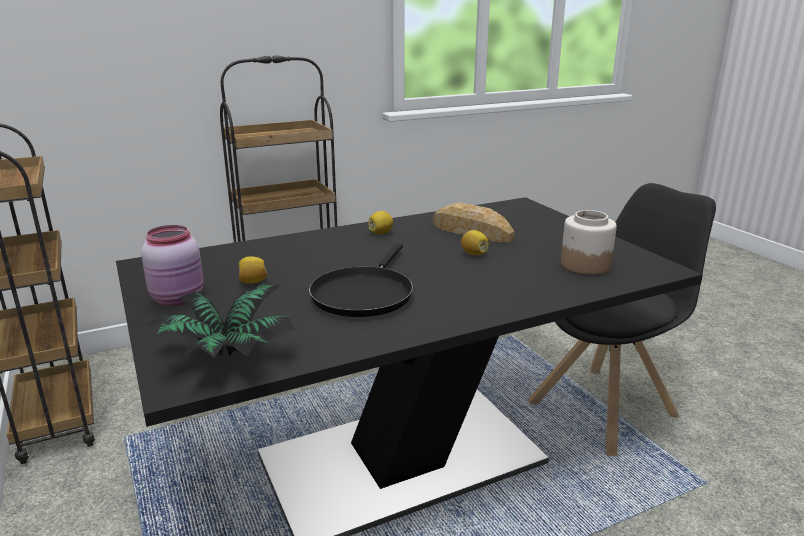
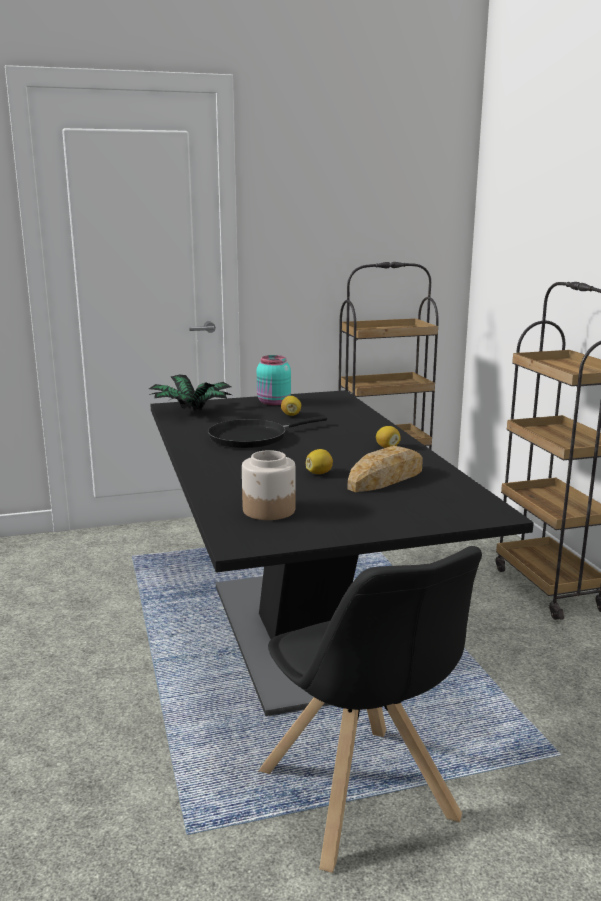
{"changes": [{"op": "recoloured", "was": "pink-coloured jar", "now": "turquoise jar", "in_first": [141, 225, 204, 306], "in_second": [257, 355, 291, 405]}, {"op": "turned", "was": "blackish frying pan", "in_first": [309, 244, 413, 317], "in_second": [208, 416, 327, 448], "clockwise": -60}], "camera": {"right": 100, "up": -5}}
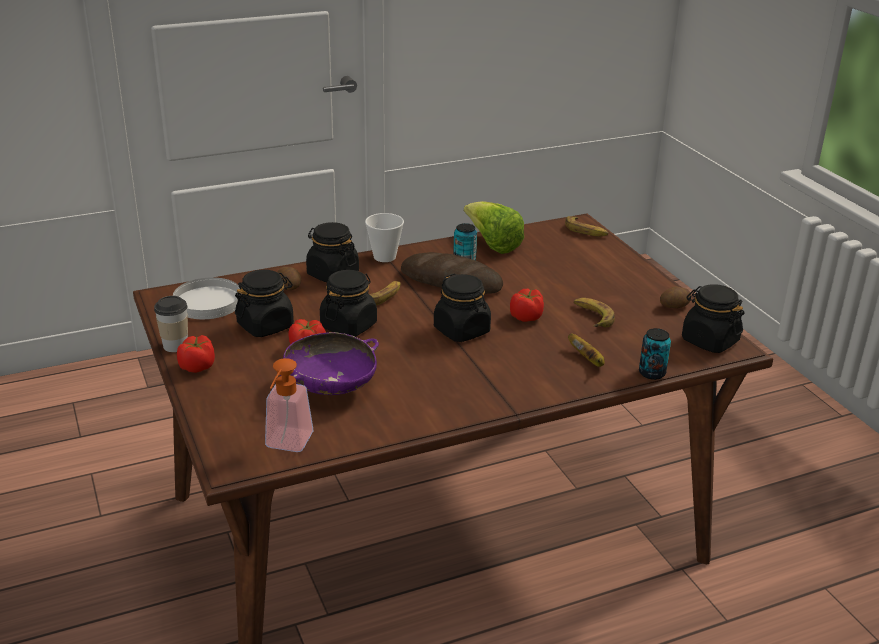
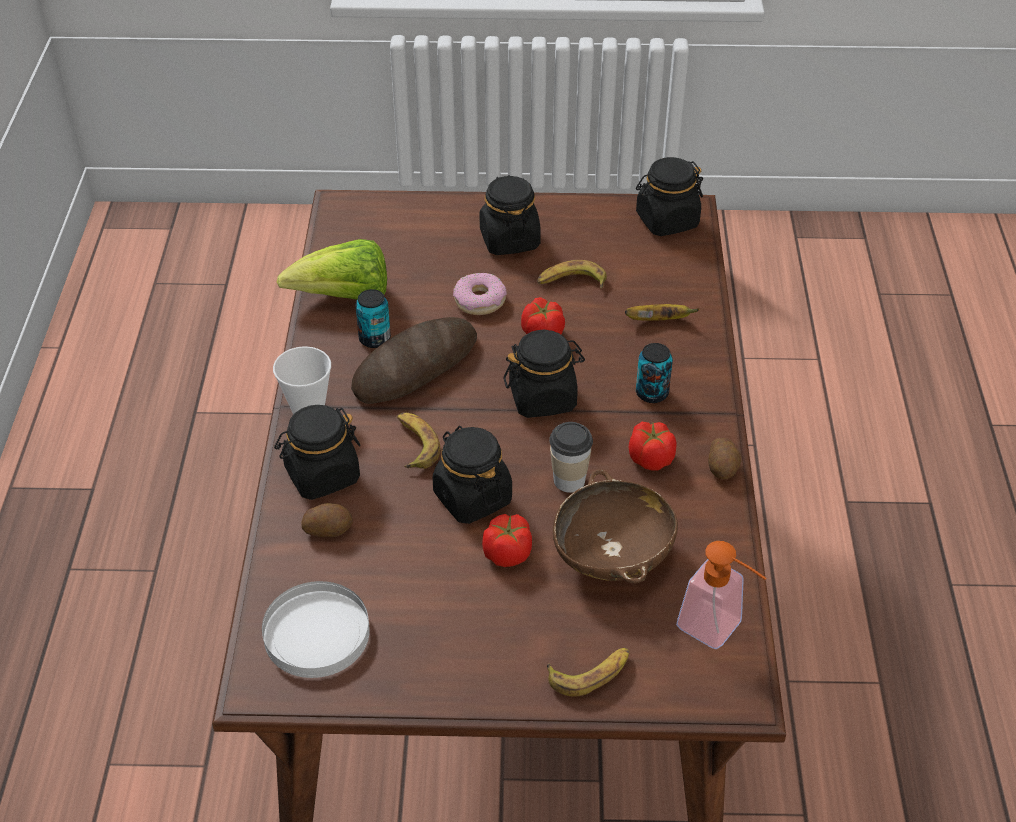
{"changes": [{"op": "moved", "was": "banana fruit", "in_first": [565, 216, 609, 237], "in_second": [547, 647, 629, 697]}, {"op": "moved", "was": "blackish jar", "in_first": [235, 270, 294, 337], "in_second": [479, 175, 541, 255]}, {"op": "moved", "was": "whole potato", "in_first": [660, 287, 691, 308], "in_second": [708, 438, 741, 480]}, {"op": "moved", "was": "cup", "in_first": [154, 296, 188, 352], "in_second": [549, 422, 593, 493]}, {"op": "moved", "was": "metal can", "in_first": [639, 328, 671, 380], "in_second": [636, 343, 673, 403]}, {"op": "recoloured", "was": "purple serving bowl", "now": "brownish serving bowl", "in_first": [280, 332, 379, 395], "in_second": [553, 469, 678, 584]}, {"op": "moved", "was": "fresh tomato", "in_first": [177, 335, 215, 373], "in_second": [629, 422, 676, 470]}, {"op": "added", "now": "doughnut", "in_second": [453, 273, 507, 315]}], "camera": {"right": -65, "up": 15}}
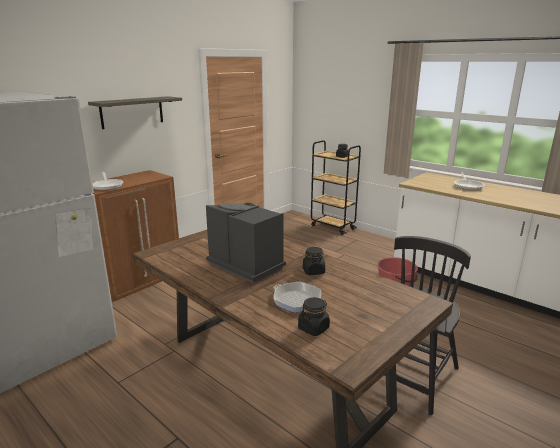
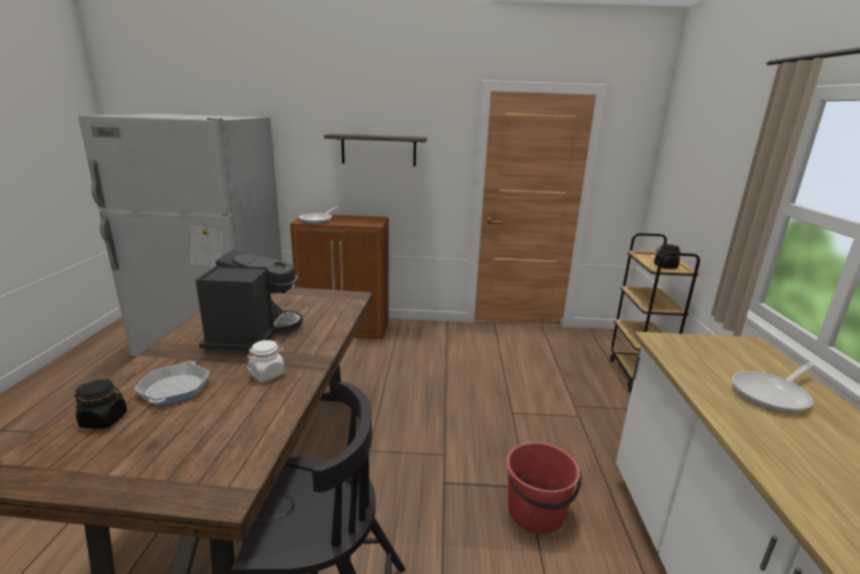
{"changes": [{"op": "recoloured", "was": "blackish jar", "now": "white jar", "in_first": [303, 247, 325, 275], "in_second": [247, 340, 285, 382]}], "camera": {"right": 50, "up": 0}}
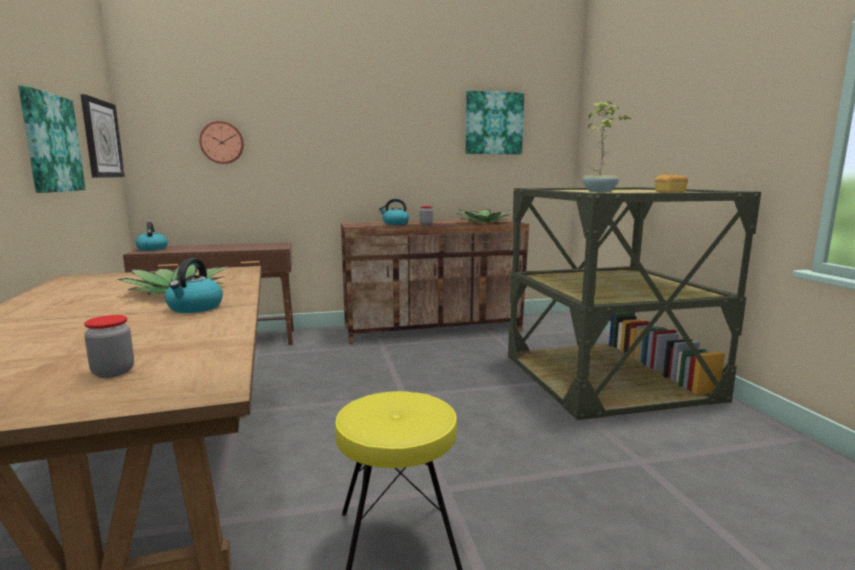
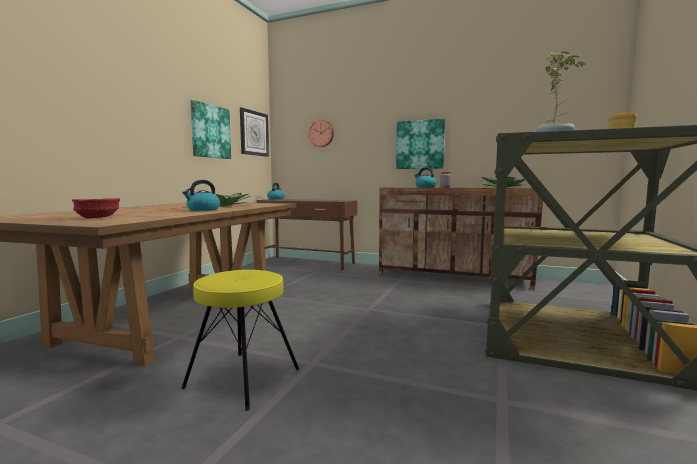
{"changes": [{"op": "moved", "was": "wall picture", "in_first": [465, 90, 524, 154], "in_second": [396, 119, 445, 169]}, {"op": "replaced", "was": "jar", "now": "red serving bowl", "in_first": [84, 315, 134, 378], "in_second": [72, 198, 120, 218]}], "camera": {"right": 35, "up": -5}}
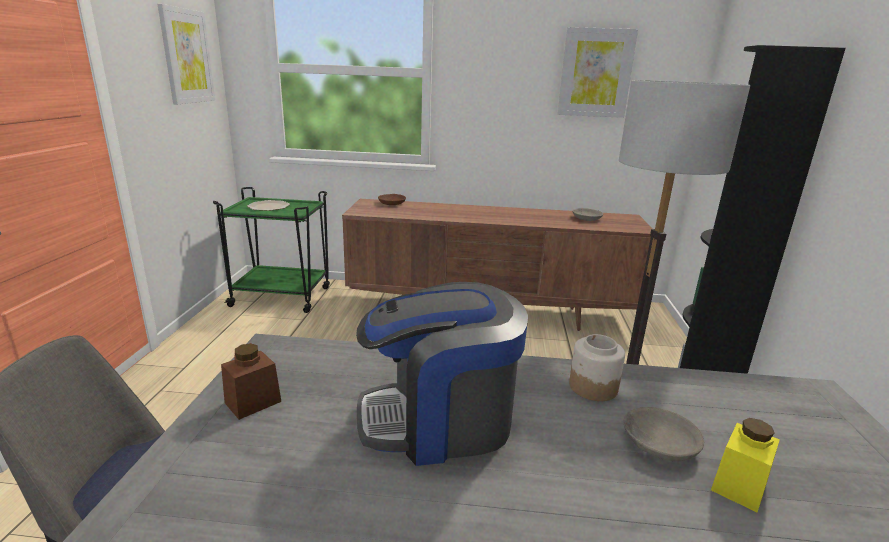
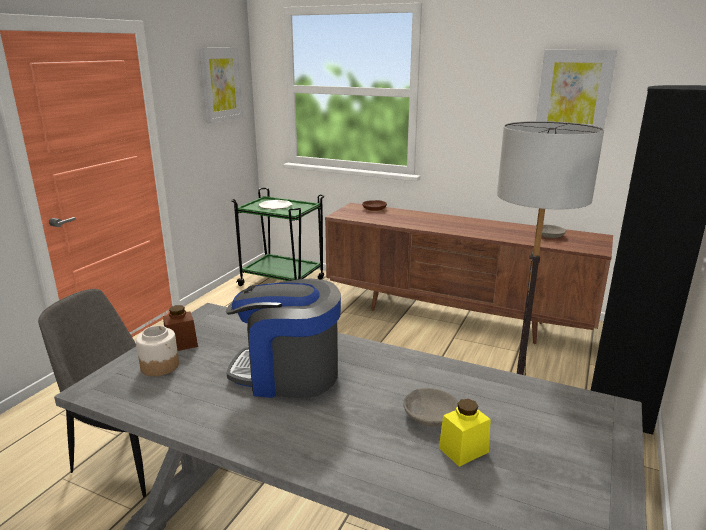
{"changes": [{"op": "moved", "was": "jar", "in_first": [569, 334, 625, 401], "in_second": [136, 326, 179, 376]}], "camera": {"right": 20, "up": 0}}
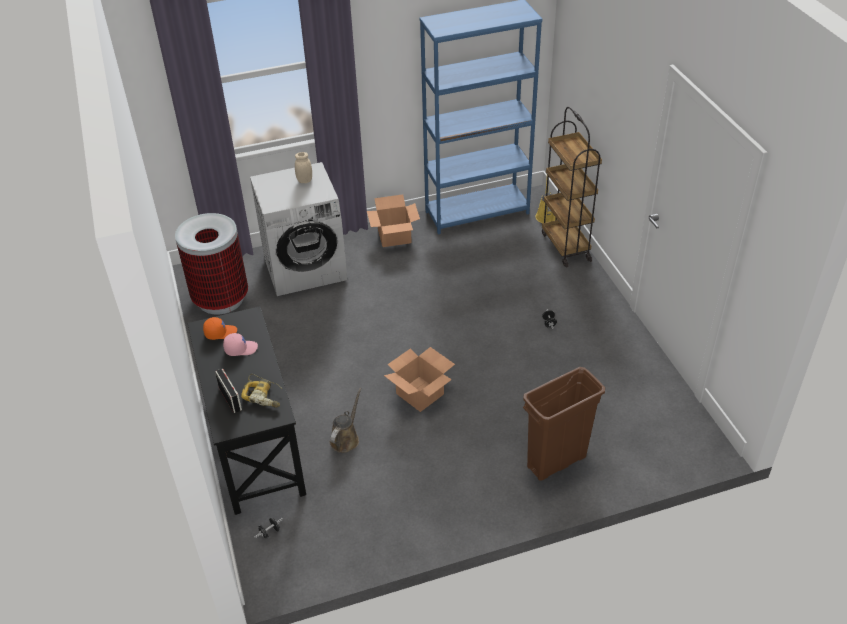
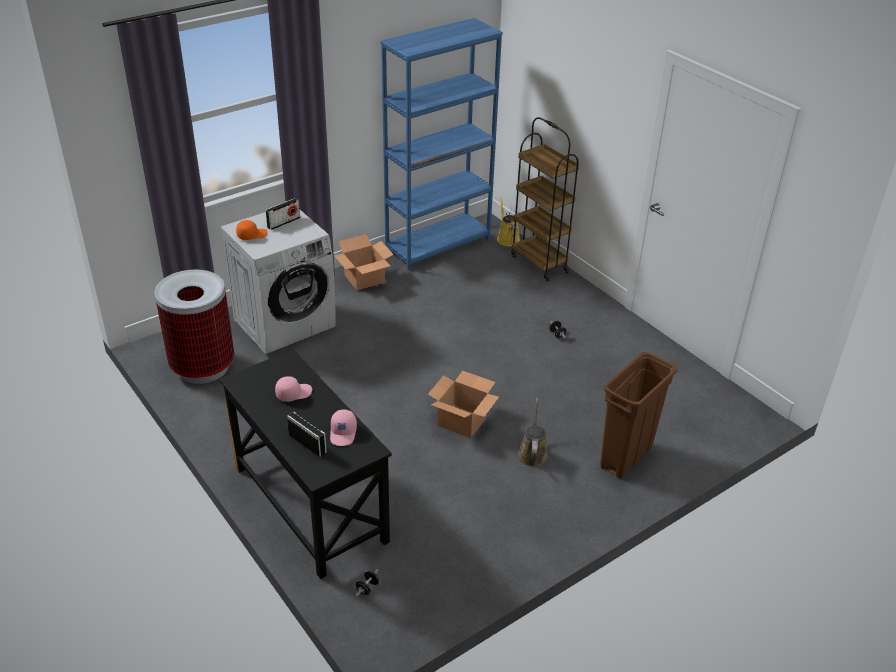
{"changes": [{"op": "replaced", "was": "sand-coloured jar", "now": "radio", "in_first": [295, 152, 312, 183], "in_second": [265, 198, 300, 230]}, {"op": "moved", "was": "orangey peaked cap", "in_first": [203, 317, 237, 340], "in_second": [236, 220, 268, 240]}, {"op": "replaced", "was": "drill", "now": "pink-coloured peaked cap", "in_first": [241, 374, 282, 408], "in_second": [330, 409, 357, 446]}, {"op": "moved", "was": "brownish watering pot", "in_first": [330, 387, 362, 453], "in_second": [517, 397, 548, 467]}], "camera": {"right": -20, "up": -5}}
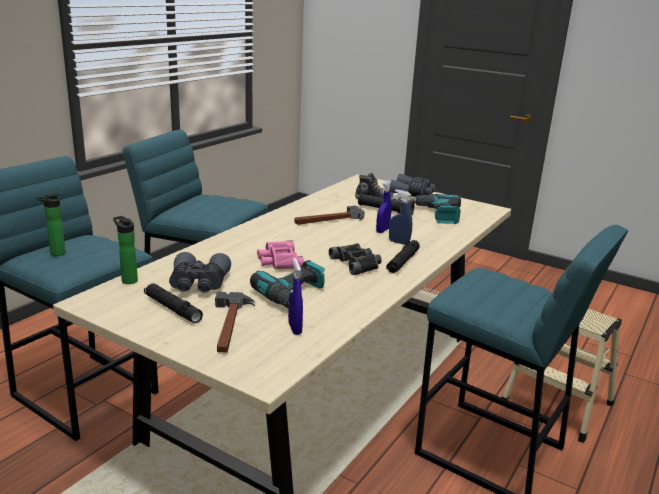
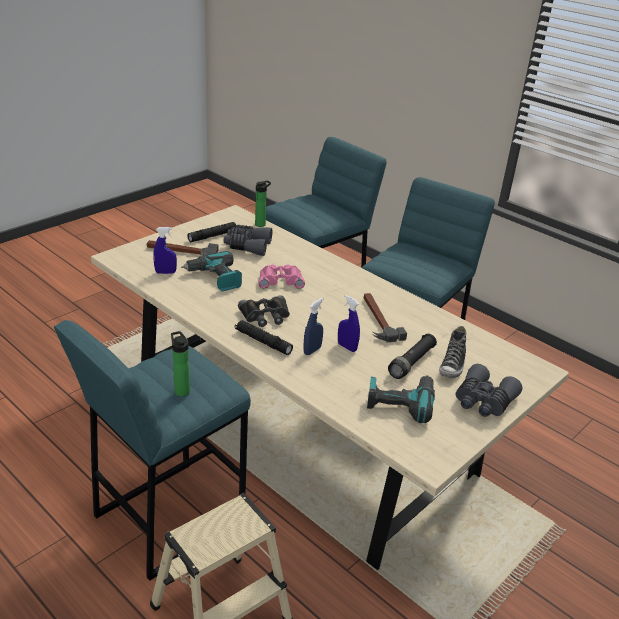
{"changes": [{"op": "moved", "was": "beverage bottle", "in_first": [36, 193, 66, 256], "in_second": [171, 331, 190, 397]}], "camera": {"right": 100, "up": 10}}
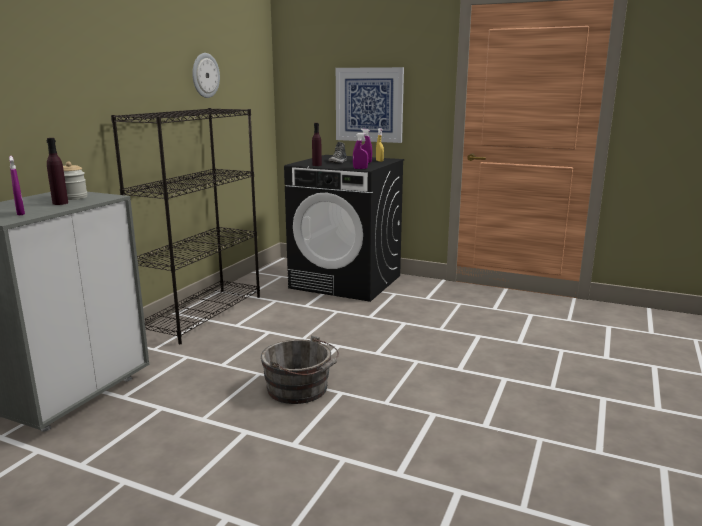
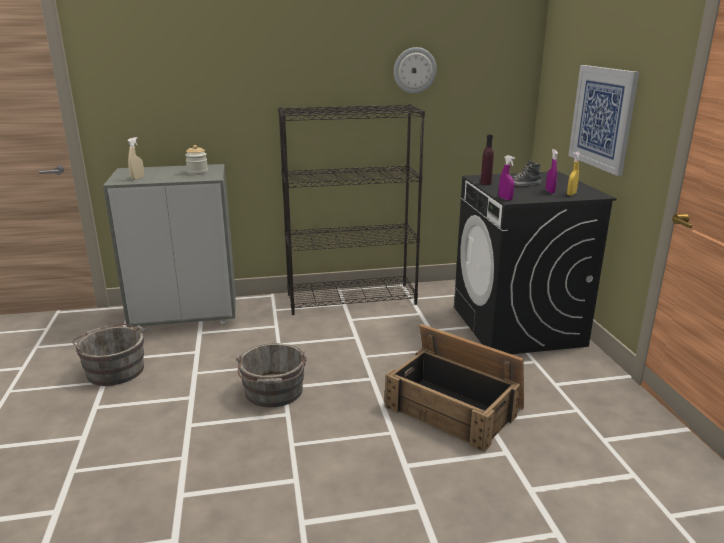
{"changes": [{"op": "removed", "was": "purple beverage bottle", "in_first": [47, 138, 68, 205]}, {"op": "recoloured", "was": "purple spray bottle", "now": "sand-coloured spray bottle", "in_first": [9, 156, 25, 215], "in_second": [128, 137, 144, 180]}, {"op": "added", "now": "greyish bucket", "in_second": [72, 324, 144, 386]}, {"op": "added", "now": "packing crate", "in_second": [385, 324, 524, 452]}], "camera": {"right": 55, "up": 5}}
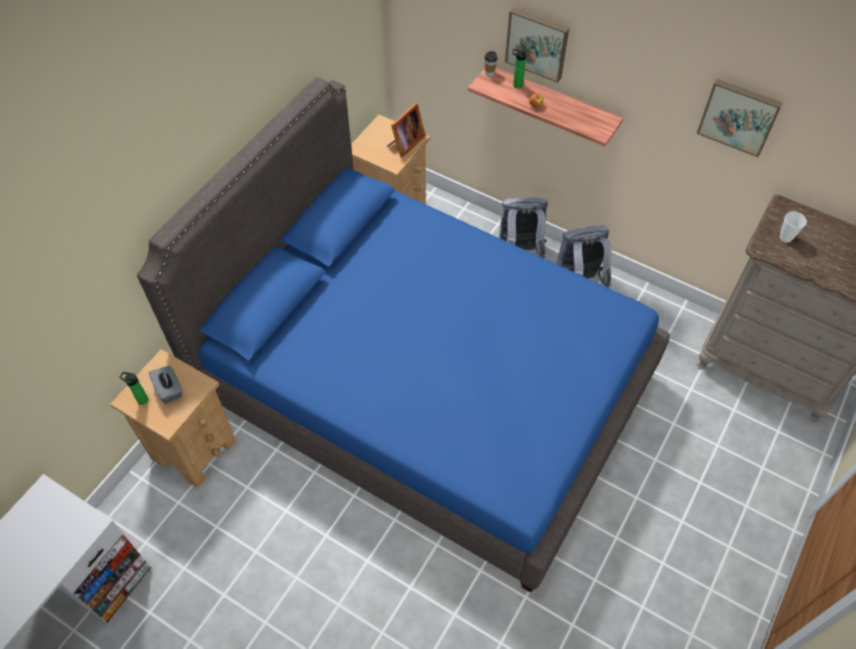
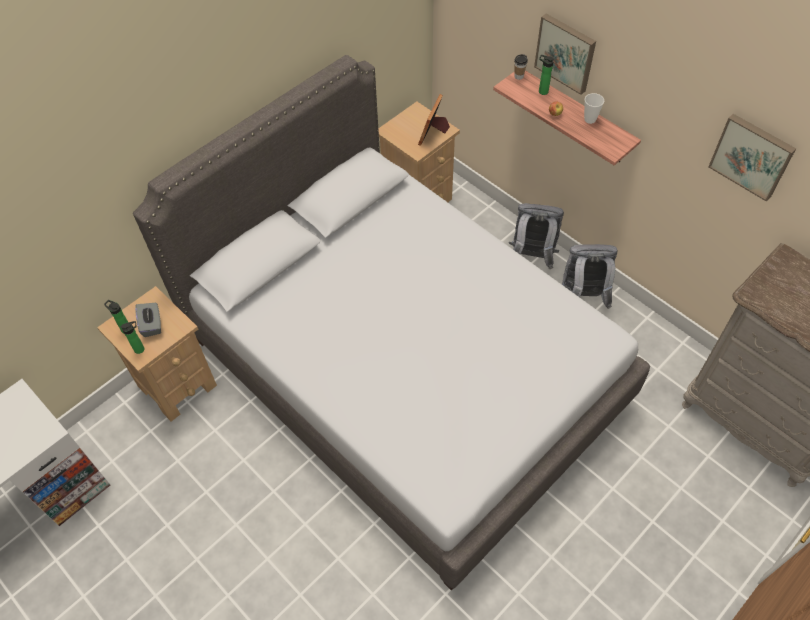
{"changes": [{"op": "recoloured", "was": "bluish sleeping bed", "now": "greyish sleeping bed", "in_first": [137, 77, 670, 593], "in_second": [133, 55, 650, 591]}, {"op": "turned", "was": "photo frame", "in_first": [387, 103, 426, 158], "in_second": [418, 94, 450, 146], "clockwise": 150}, {"op": "moved", "was": "cup", "in_first": [780, 211, 807, 243], "in_second": [584, 93, 604, 124]}, {"op": "added", "now": "beverage bottle", "in_second": [121, 321, 144, 354]}], "camera": {"right": 15, "up": 0}}
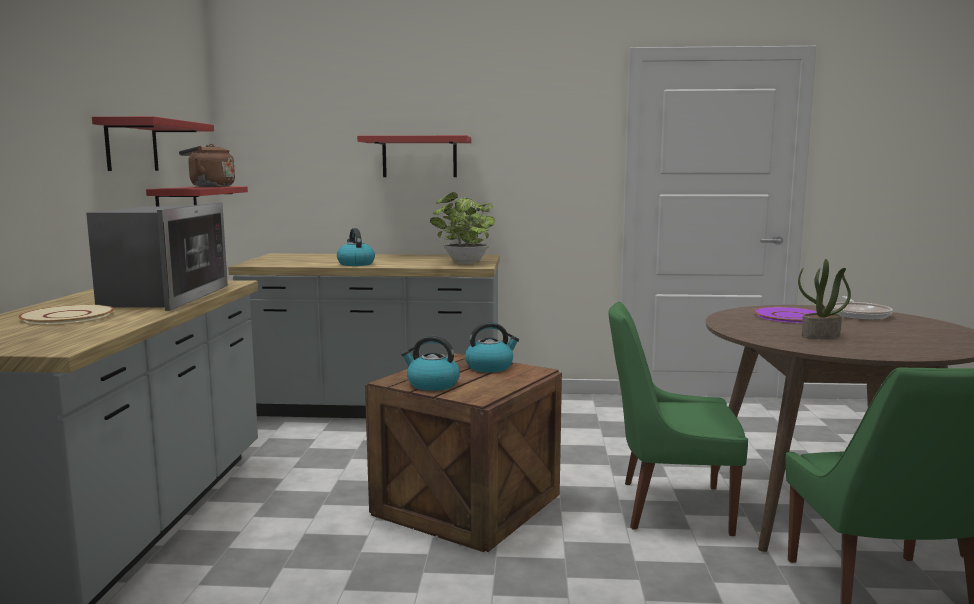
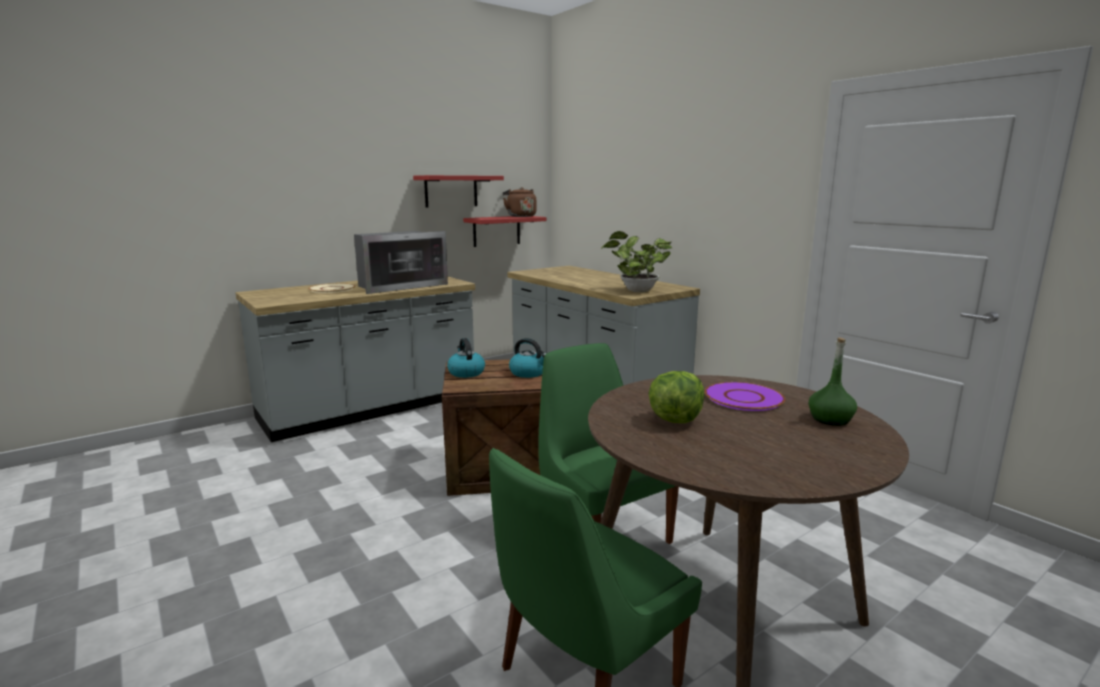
{"changes": [{"op": "removed", "was": "red bracket shelf", "in_first": [357, 135, 471, 177]}, {"op": "removed", "was": "water kettle", "in_first": [337, 228, 375, 266]}, {"op": "replaced", "was": "houseplant", "now": "lettuce head", "in_first": [798, 259, 851, 339], "in_second": [649, 371, 704, 423]}, {"op": "replaced", "was": "frying pan", "now": "green beverage bottle", "in_first": [832, 296, 893, 320], "in_second": [809, 337, 857, 426]}], "camera": {"right": 50, "up": 5}}
